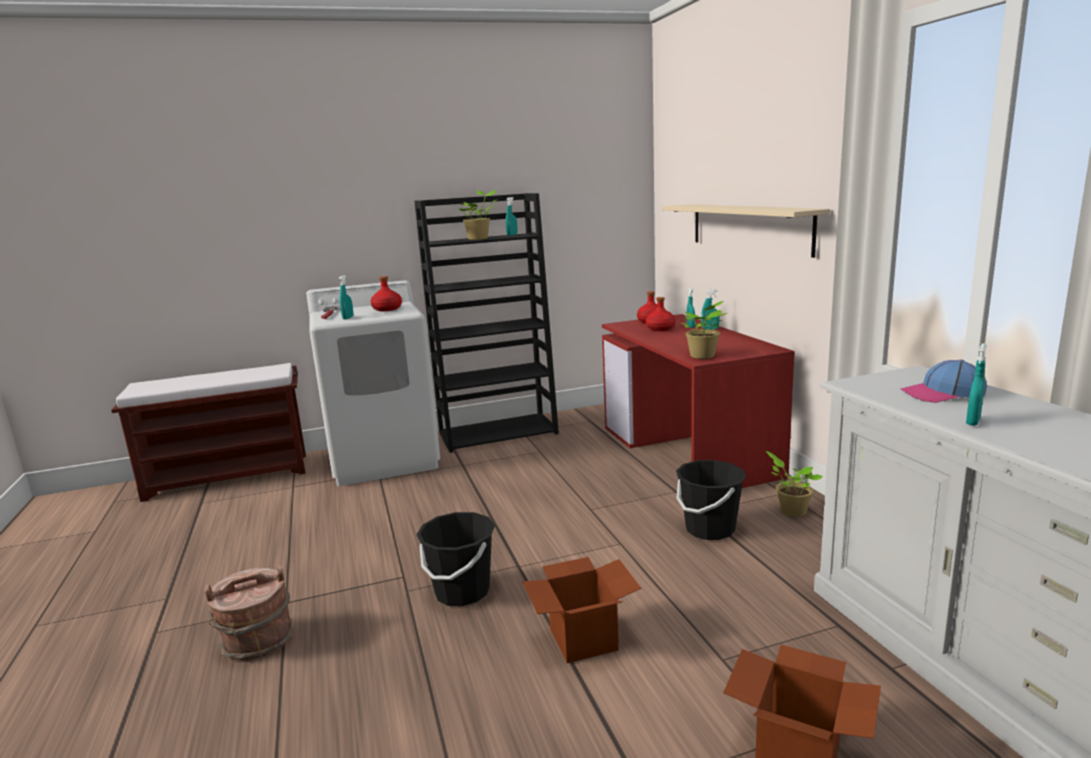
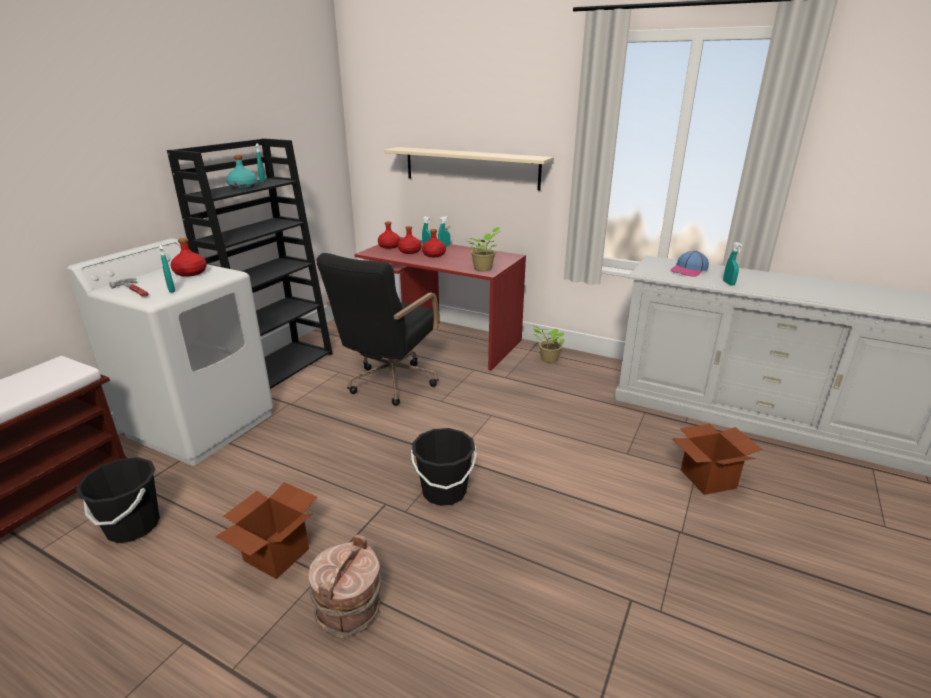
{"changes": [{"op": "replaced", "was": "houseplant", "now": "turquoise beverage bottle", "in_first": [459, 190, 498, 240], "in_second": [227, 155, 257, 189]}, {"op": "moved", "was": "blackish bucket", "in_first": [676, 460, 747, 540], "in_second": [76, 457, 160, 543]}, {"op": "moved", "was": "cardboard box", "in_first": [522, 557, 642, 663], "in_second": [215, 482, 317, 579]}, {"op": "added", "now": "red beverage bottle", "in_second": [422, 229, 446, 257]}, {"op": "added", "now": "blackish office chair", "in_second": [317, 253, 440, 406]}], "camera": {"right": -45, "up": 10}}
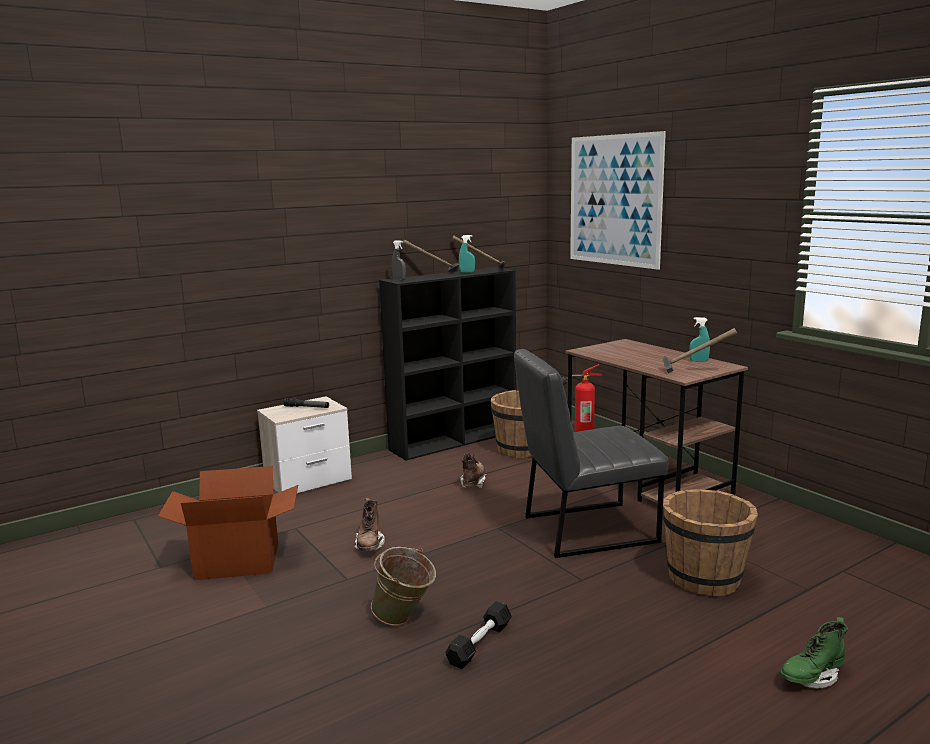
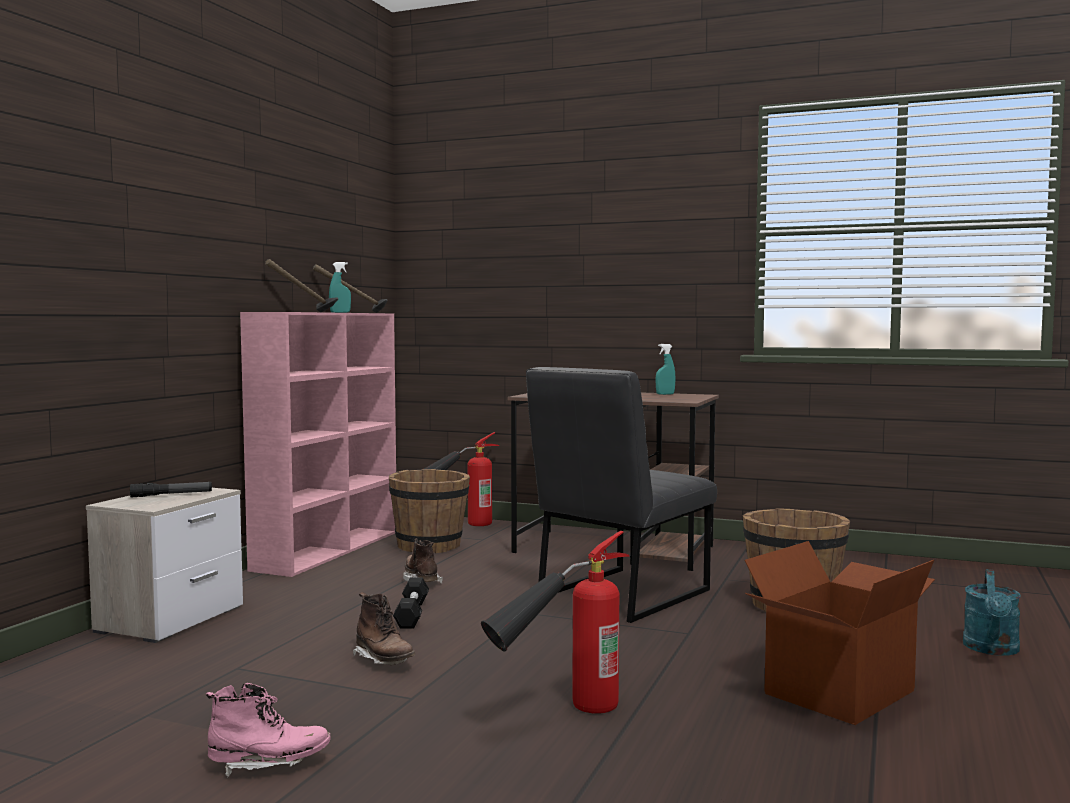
{"changes": [{"op": "removed", "was": "wall picture", "in_first": [570, 131, 666, 270]}, {"op": "removed", "was": "greyish spray bottle", "in_first": [392, 240, 406, 280]}, {"op": "recoloured", "was": "blackish shelving unit", "now": "pink-coloured shelving unit", "in_first": [379, 267, 516, 461], "in_second": [240, 312, 396, 577]}, {"op": "removed", "was": "tool hammer", "in_first": [663, 328, 737, 373]}, {"op": "moved", "was": "cardboard box", "in_first": [158, 466, 298, 580], "in_second": [744, 541, 935, 725]}, {"op": "replaced", "was": "green bucket", "now": "fire extinguisher", "in_first": [371, 547, 436, 626], "in_second": [481, 531, 630, 714]}, {"op": "moved", "was": "blackish hand weight", "in_first": [445, 601, 512, 669], "in_second": [393, 577, 429, 629]}, {"op": "replaced", "was": "green tall boot", "now": "turquoise watering pot", "in_first": [780, 617, 848, 689], "in_second": [963, 569, 1021, 656]}, {"op": "added", "now": "pink-coloured tall boot", "in_second": [206, 683, 331, 777]}], "camera": {"right": -35, "up": -10}}
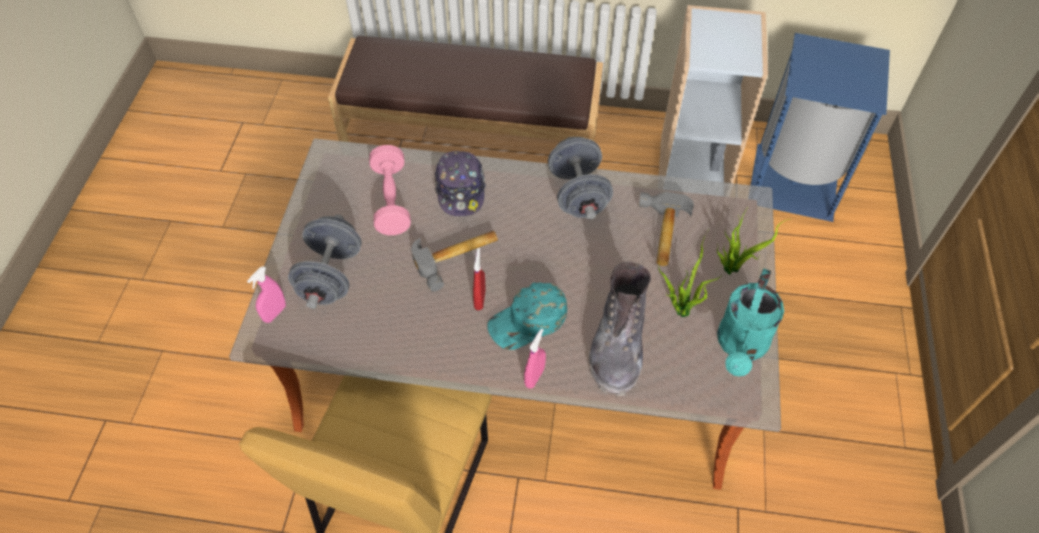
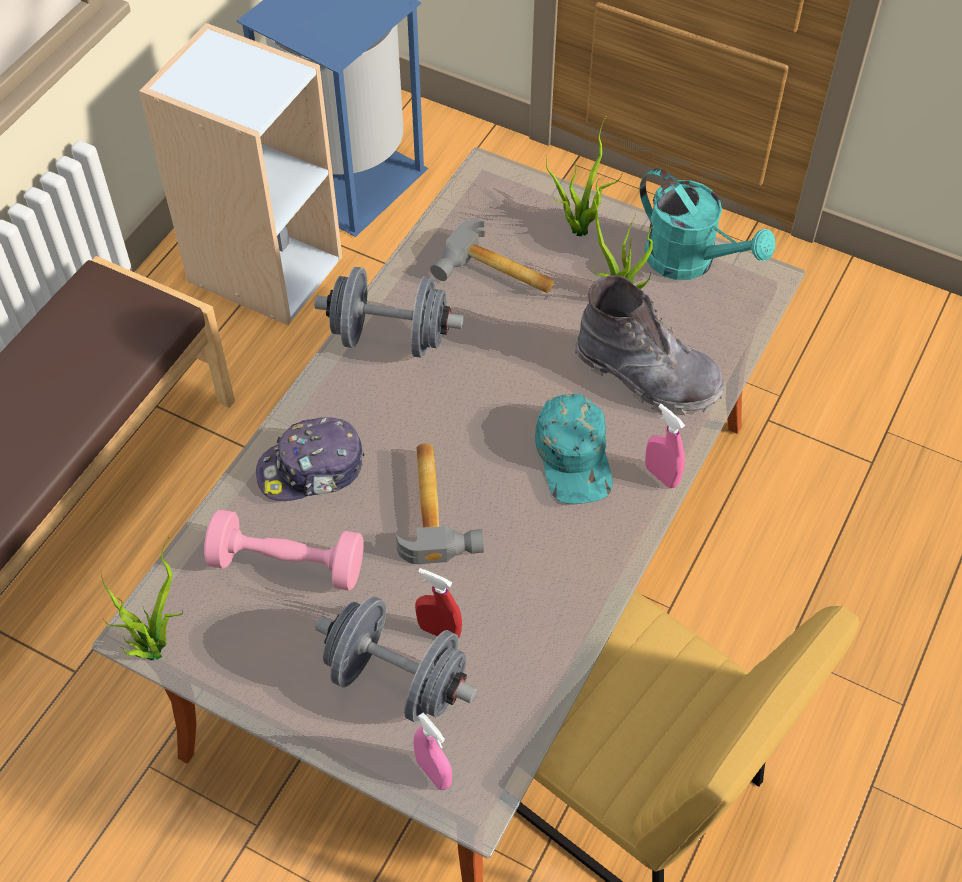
{"changes": [{"op": "turned", "was": "peaked cap", "in_first": [435, 151, 486, 216], "in_second": [256, 417, 365, 501], "clockwise": 150}, {"op": "moved", "was": "red spray bottle", "in_first": [473, 248, 486, 310], "in_second": [415, 568, 462, 638]}, {"op": "added", "now": "houseplant", "in_second": [101, 537, 183, 661]}], "camera": {"right": -70, "up": 0}}
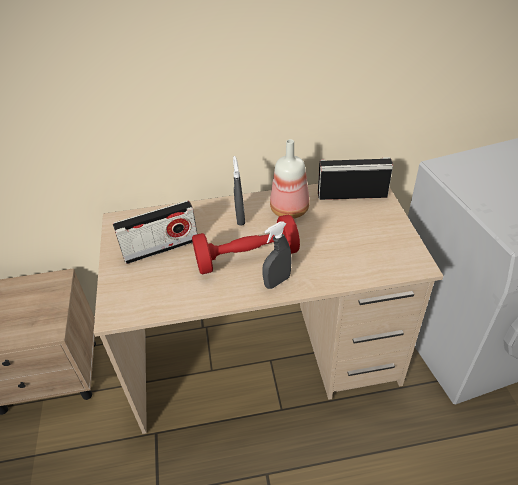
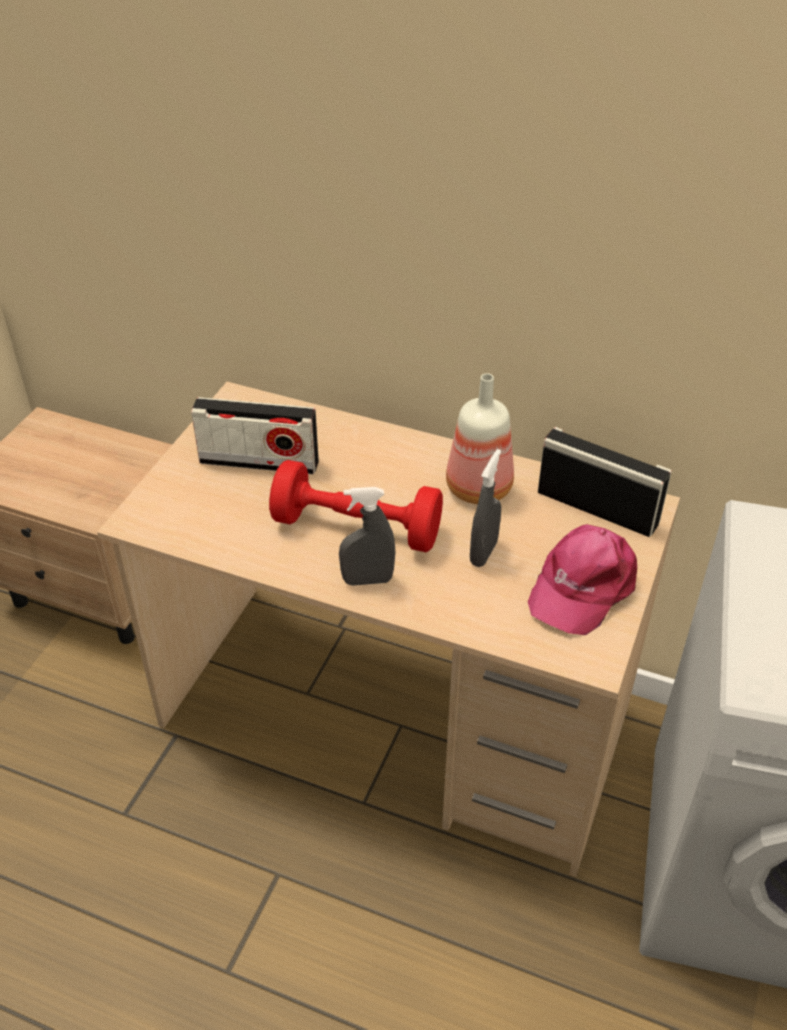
{"changes": [{"op": "moved", "was": "greyish spray bottle", "in_first": [233, 156, 245, 226], "in_second": [470, 449, 501, 567]}, {"op": "added", "now": "pink-coloured peaked cap", "in_second": [528, 524, 637, 635]}], "camera": {"right": 30, "up": 0}}
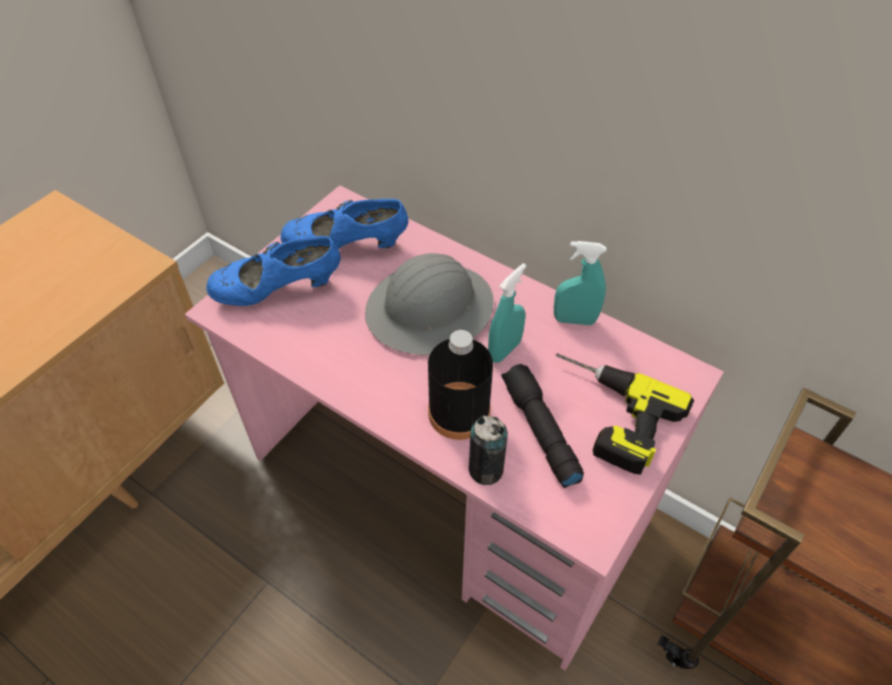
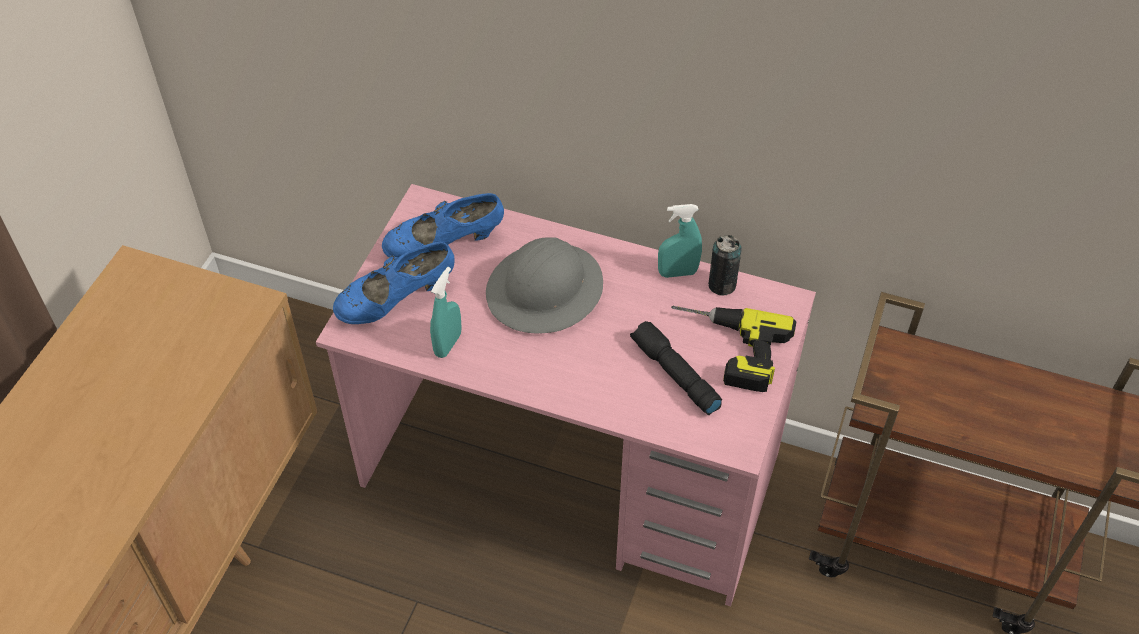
{"changes": [{"op": "moved", "was": "turquoise spray bottle", "in_first": [488, 263, 526, 363], "in_second": [430, 267, 462, 358]}, {"op": "removed", "was": "blackish beverage bottle", "in_first": [428, 330, 493, 440]}, {"op": "moved", "was": "metal can", "in_first": [469, 415, 508, 485], "in_second": [708, 235, 742, 296]}], "camera": {"right": -15, "up": 0}}
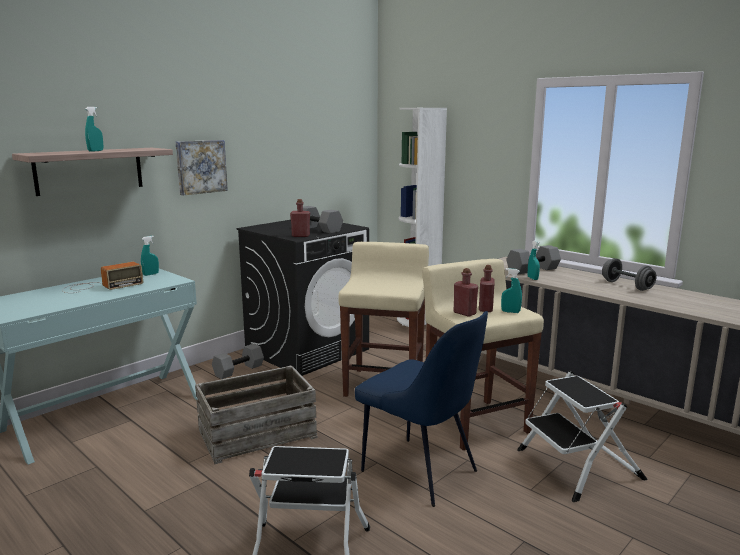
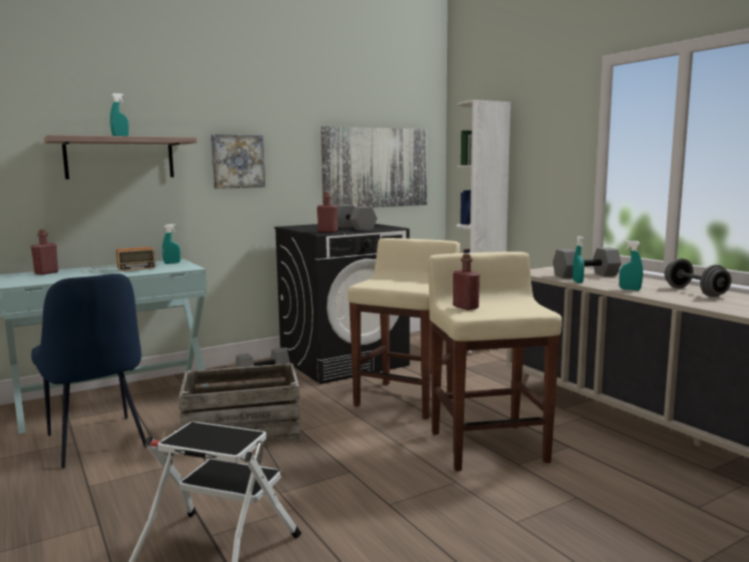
{"changes": [{"op": "moved", "was": "red beverage bottle", "in_first": [479, 265, 495, 312], "in_second": [31, 230, 59, 275]}, {"op": "moved", "was": "turquoise spray bottle", "in_first": [501, 268, 522, 313], "in_second": [619, 240, 643, 291]}, {"op": "moved", "was": "bluish upright chair", "in_first": [355, 311, 488, 507], "in_second": [31, 274, 146, 469]}, {"op": "removed", "was": "step ladder", "in_first": [517, 370, 648, 502]}, {"op": "added", "now": "wall picture", "in_second": [321, 126, 427, 208]}], "camera": {"right": 15, "up": -5}}
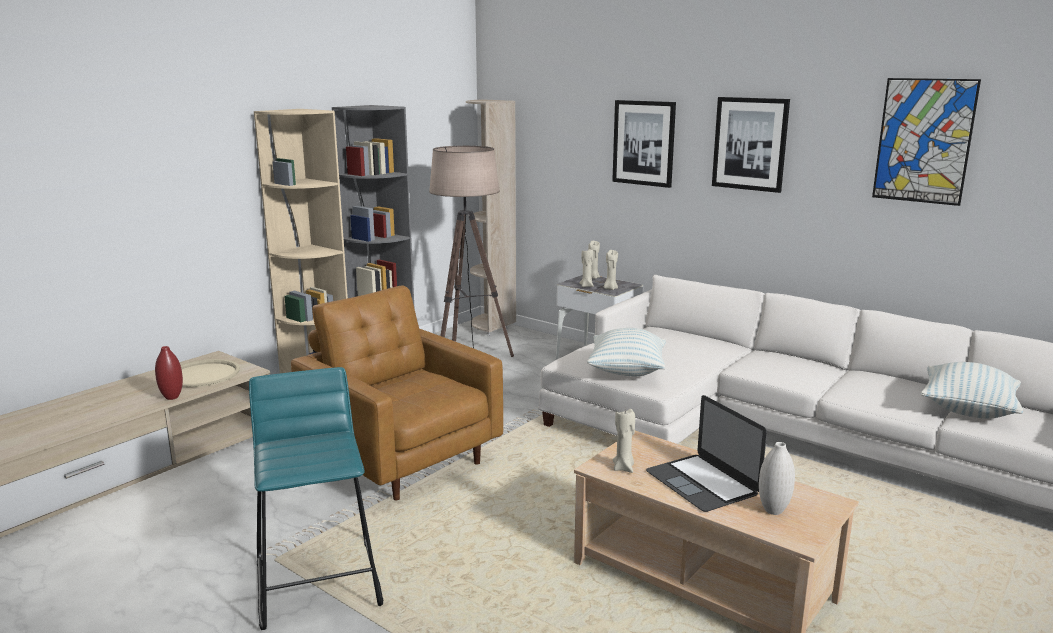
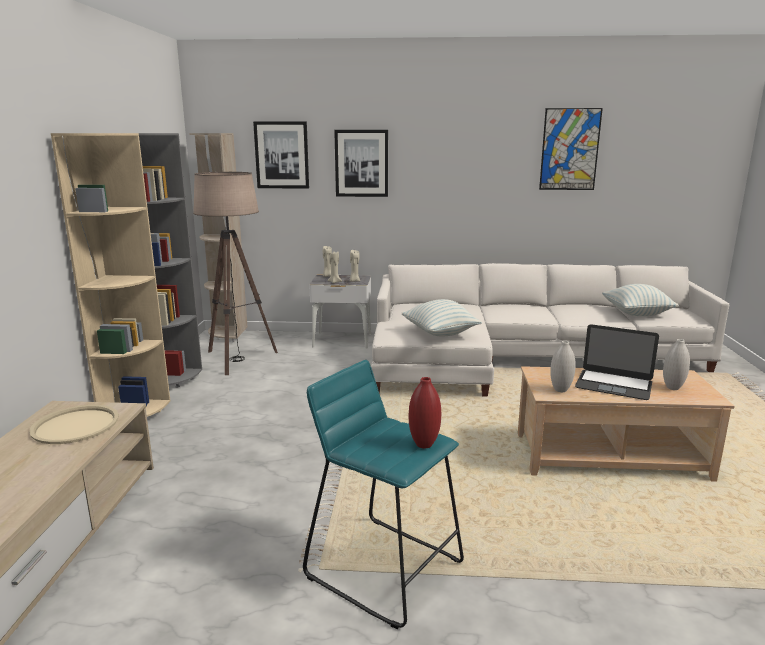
{"changes": [{"op": "moved", "was": "wall picture", "in_first": [712, 97, 790, 193], "in_second": [253, 121, 309, 189]}, {"op": "removed", "was": "brownish easy chair", "in_first": [291, 285, 503, 501]}, {"op": "moved", "was": "red vase", "in_first": [155, 346, 183, 400], "in_second": [409, 377, 441, 448]}, {"op": "replaced", "was": "sand-coloured candle", "now": "white vase", "in_first": [612, 409, 635, 473], "in_second": [550, 341, 576, 392]}], "camera": {"right": -35, "up": 0}}
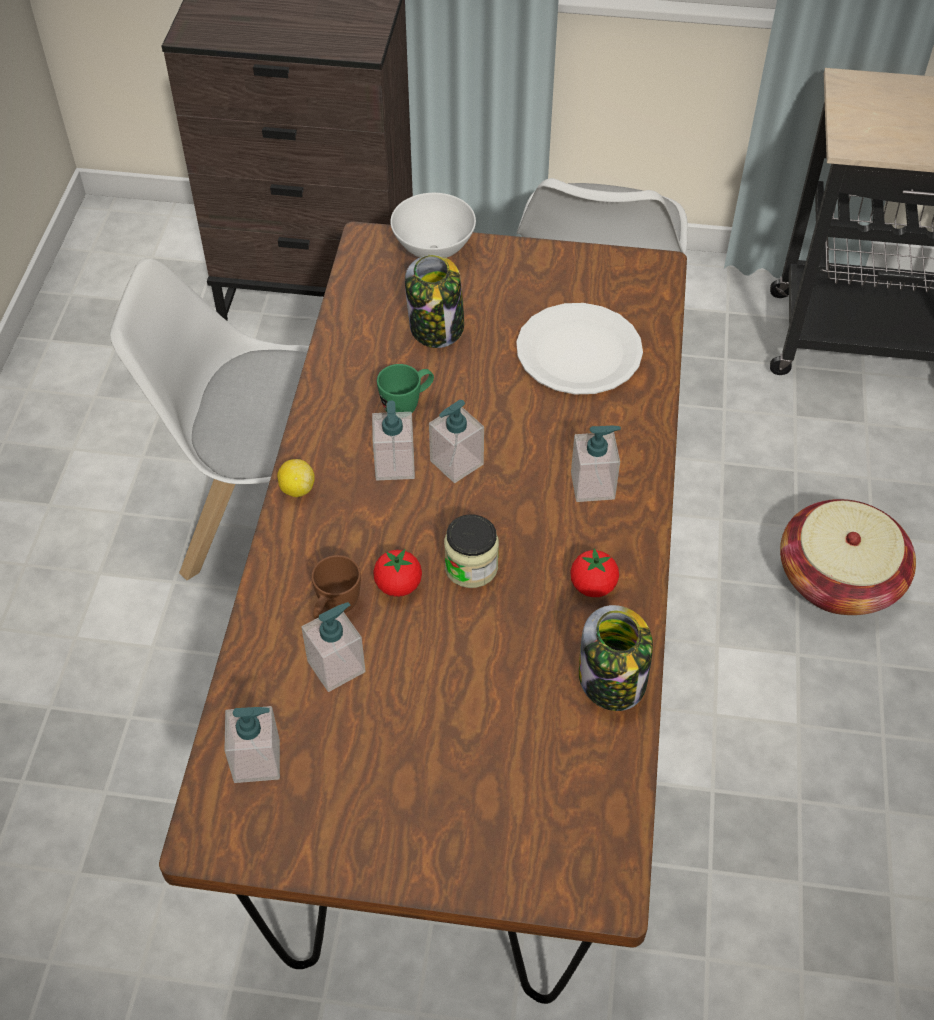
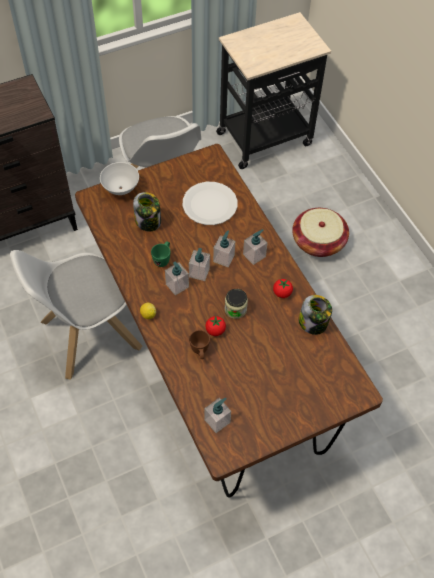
{"changes": [{"op": "moved", "was": "soap bottle", "in_first": [301, 602, 366, 692], "in_second": [213, 230, 235, 267]}], "camera": {"right": -35, "up": 5}}
